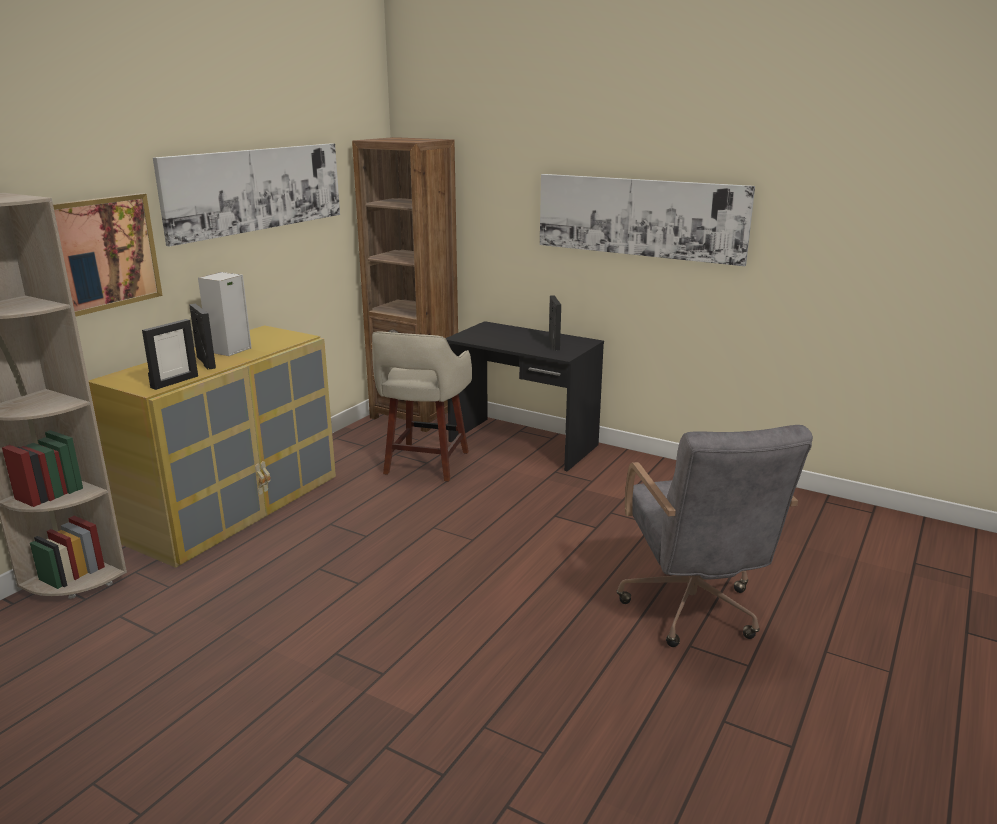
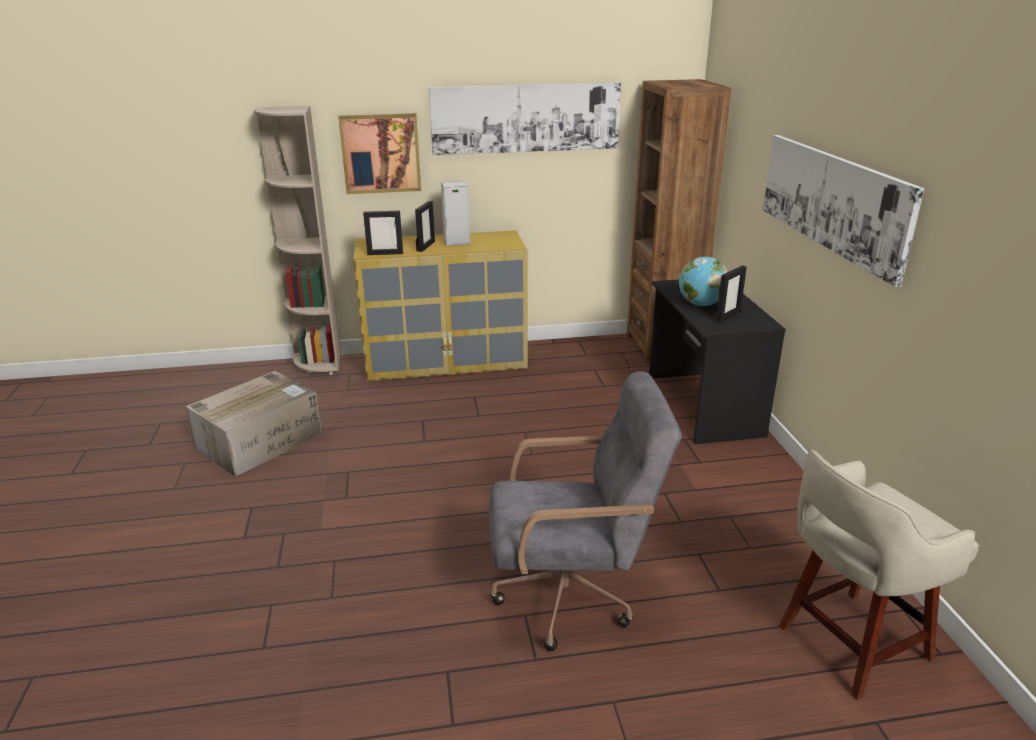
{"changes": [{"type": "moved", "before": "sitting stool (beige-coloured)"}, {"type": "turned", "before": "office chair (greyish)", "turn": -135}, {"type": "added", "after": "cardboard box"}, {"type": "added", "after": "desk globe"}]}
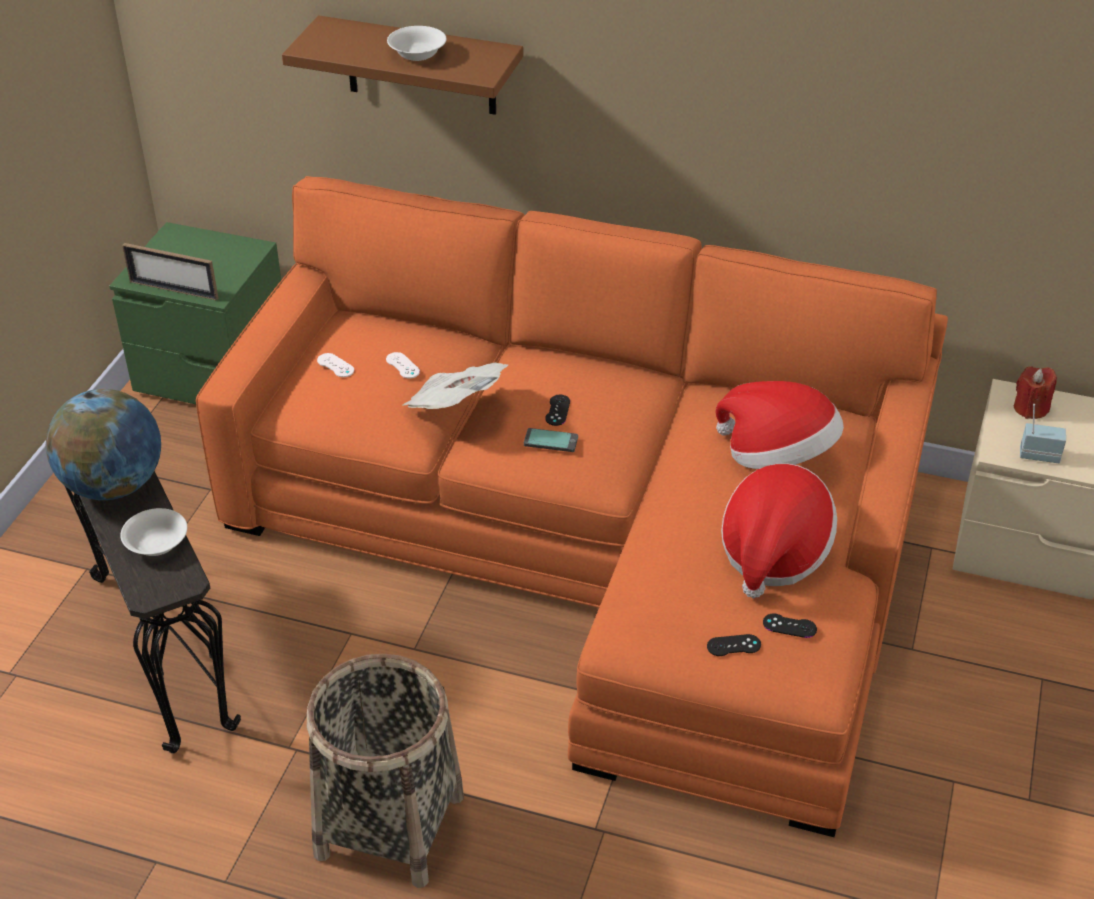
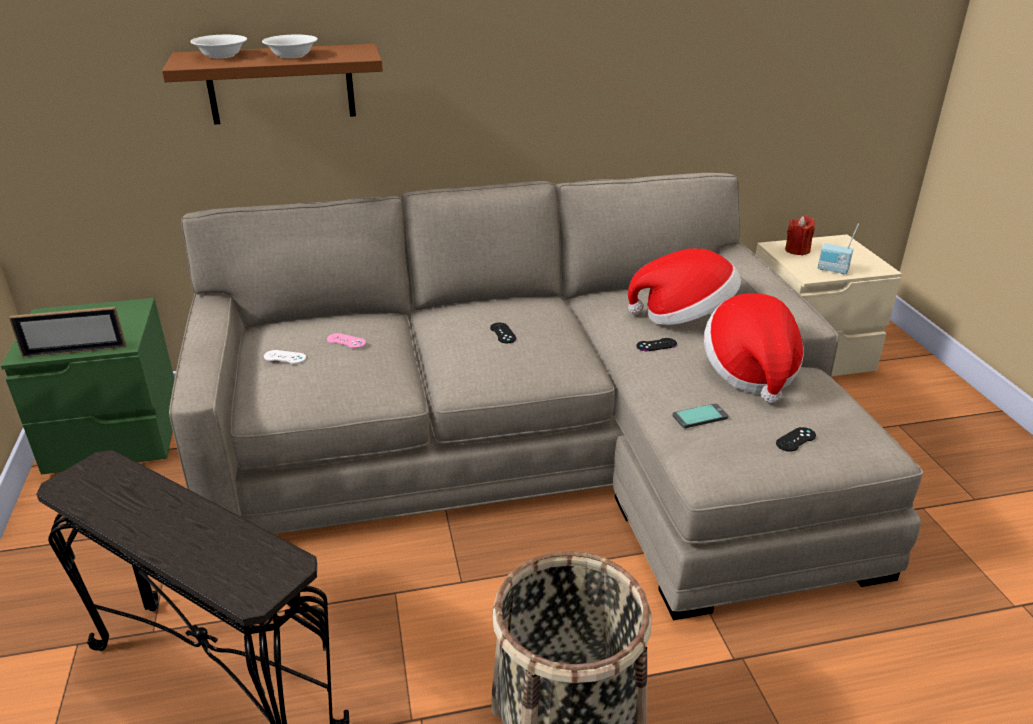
{"changes": [{"type": "removed", "before": "desk globe"}, {"type": "moved", "before": "serving bowl (whitish) (1st from left)"}, {"type": "recoloured", "before": "settee (orange-coloured)", "after": "settee (beige-coloured)"}, {"type": "recoloured", "before": "joypad (whitish) (2nd from left)", "after": "joypad (pink)"}, {"type": "removed", "before": "daily paper"}, {"type": "moved", "before": "handset"}, {"type": "moved", "before": "joypad (blackish) (3rd from left in the first image)", "after": "joypad (blackish) (2nd from left)"}, {"type": "turned", "before": "radio receiver", "turn": -135}]}
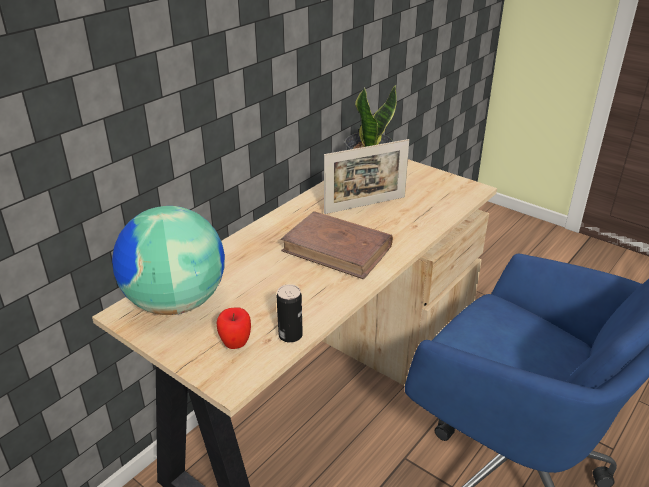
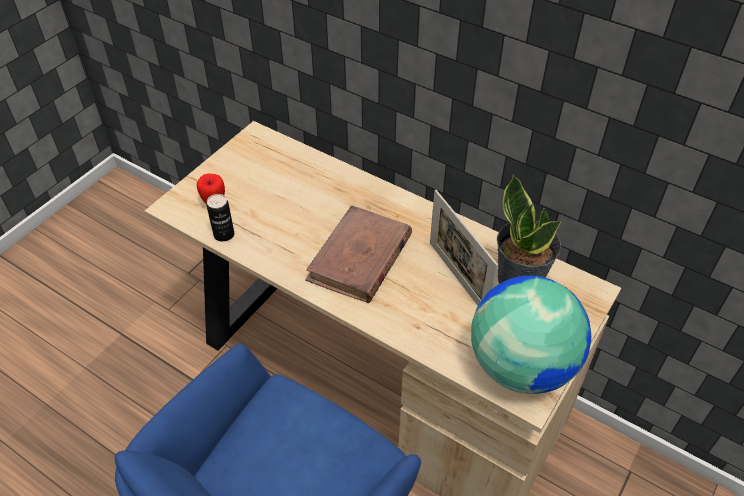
{"changes": [{"type": "moved", "before": "desk globe"}]}
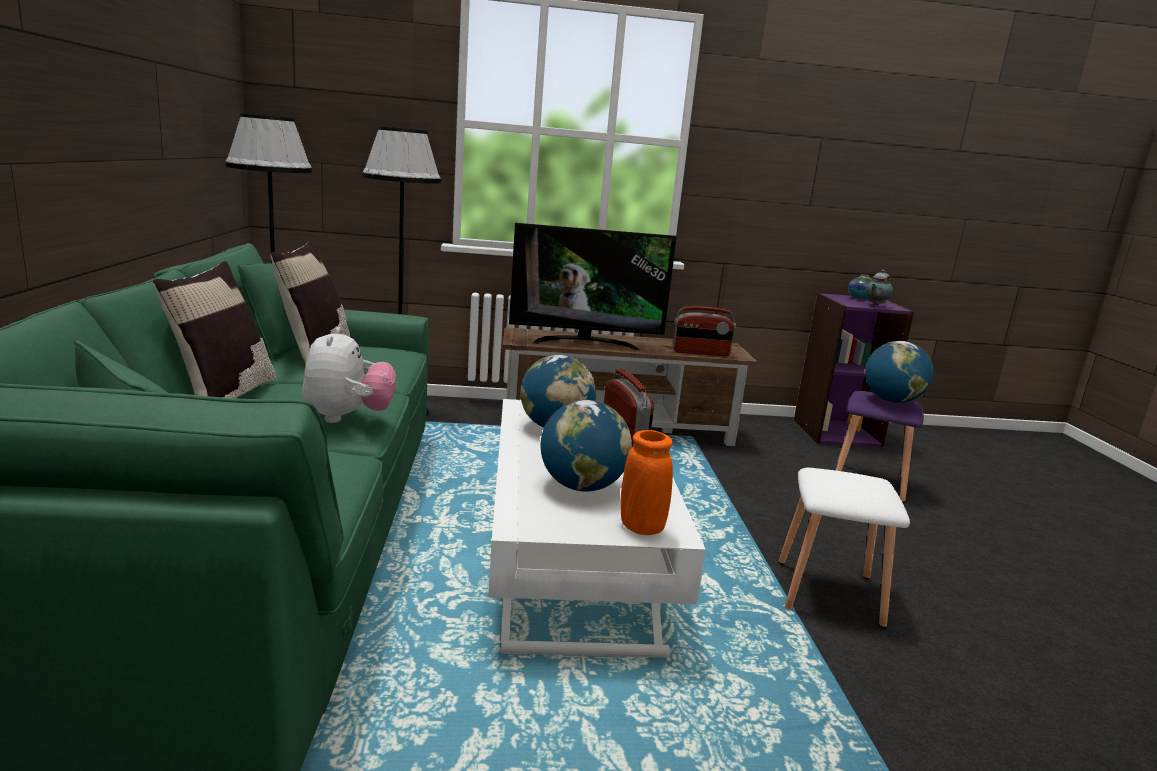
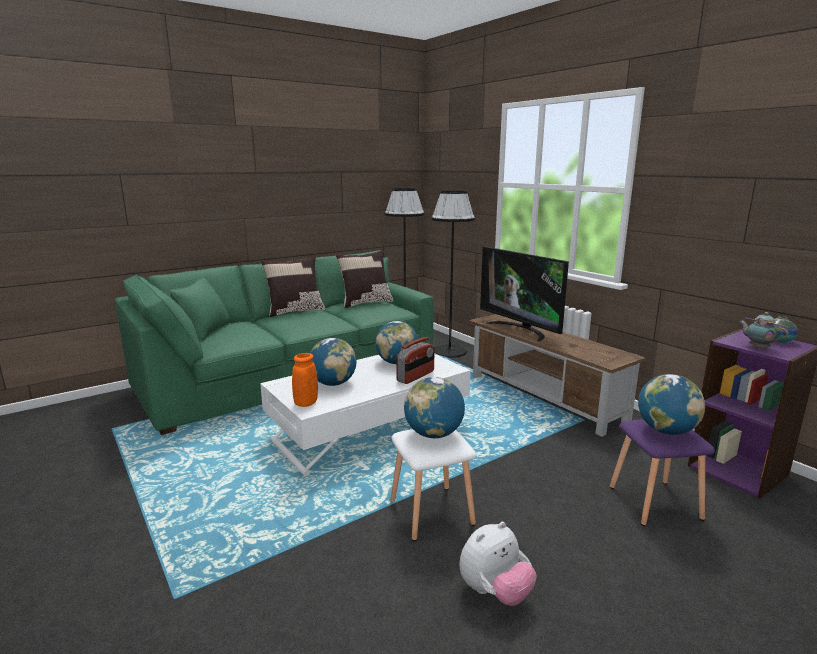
{"changes": [{"type": "moved", "before": "plush toy"}, {"type": "removed", "before": "radio receiver (2nd from left)"}, {"type": "turned", "before": "teapot", "turn": 45}, {"type": "added", "after": "desk globe (3rd from left)"}]}
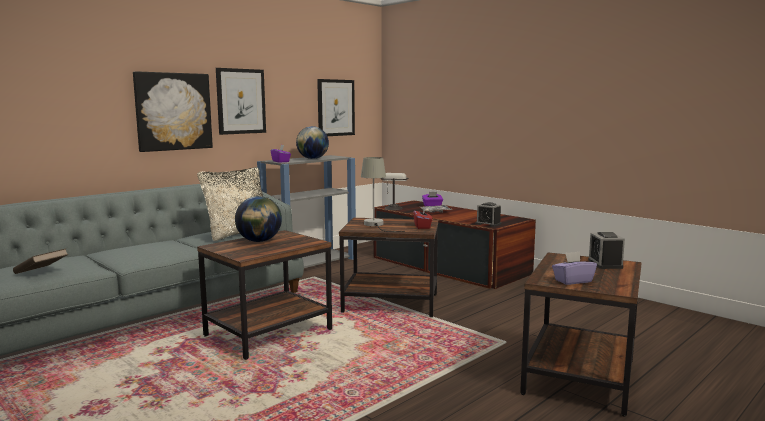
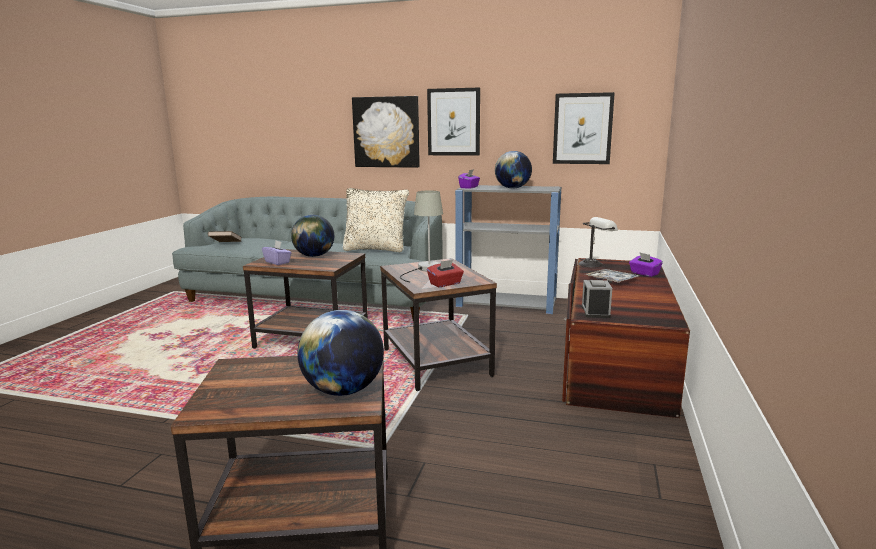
{"changes": [{"type": "moved", "before": "tissue box (purple-coloured) (3rd from left in the first image)", "after": "tissue box (purple-coloured) (1st from left)"}, {"type": "replaced", "before": "alarm clock (2nd from left)", "after": "desk globe (2nd from left)"}]}
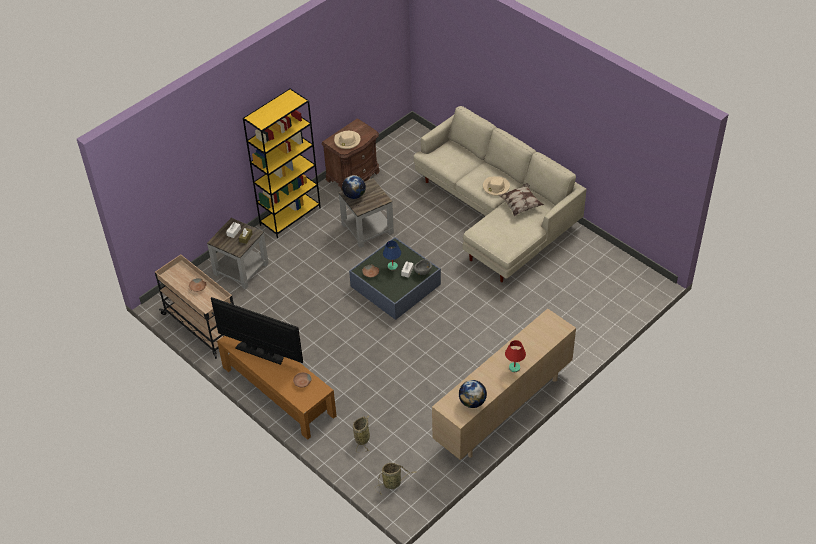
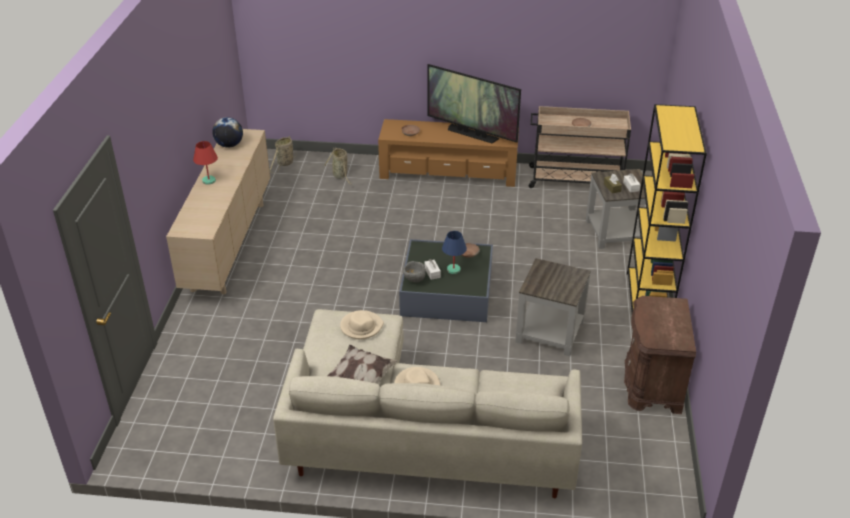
{"changes": [{"type": "turned", "before": "television", "turn": 45}, {"type": "moved", "before": "wearable hat (beige-coloured) (1st from left)"}, {"type": "removed", "before": "desk globe (1st from left)"}]}
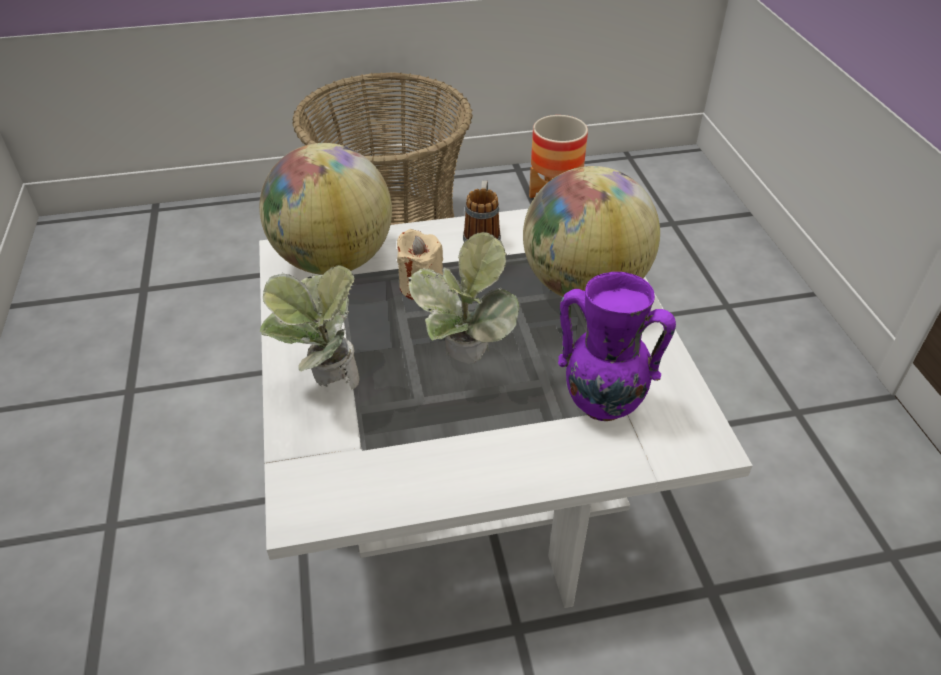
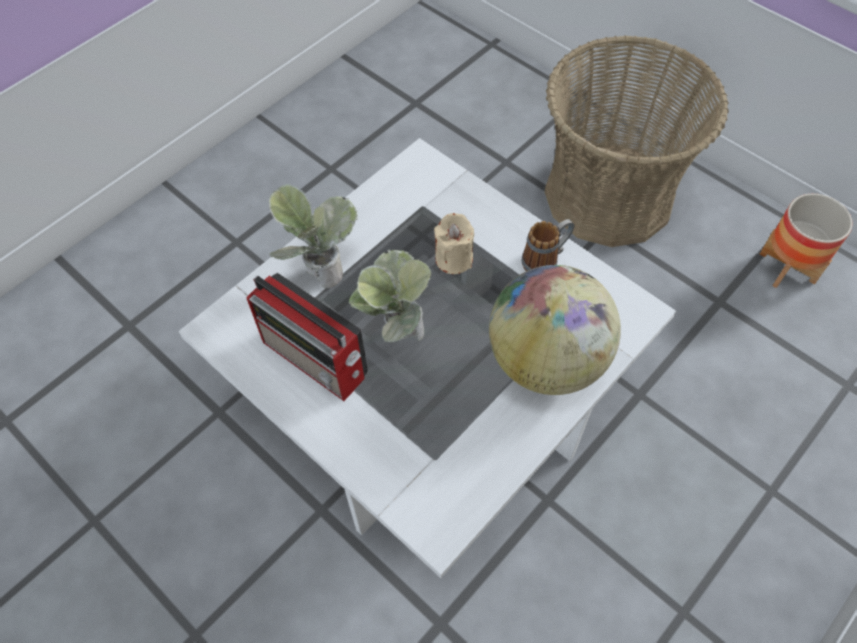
{"changes": [{"type": "removed", "before": "desk globe (1st from left)"}, {"type": "removed", "before": "flower vase (purple-coloured)"}, {"type": "added", "after": "radio receiver"}]}
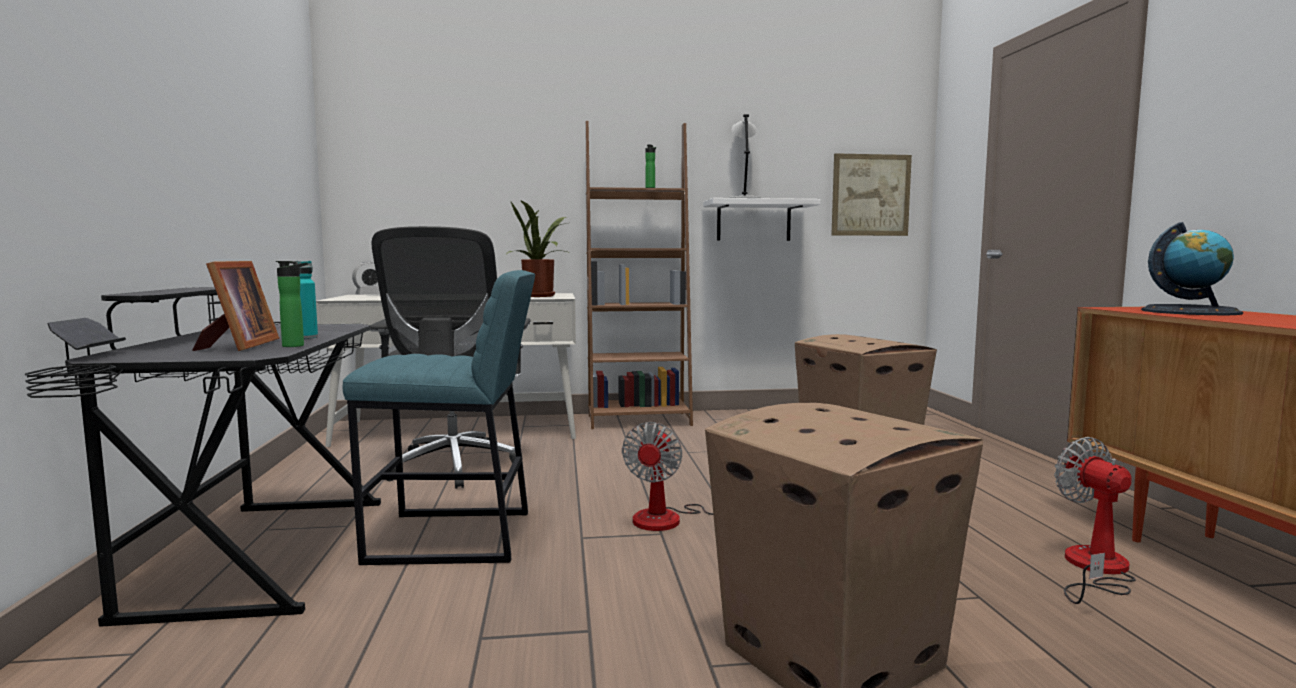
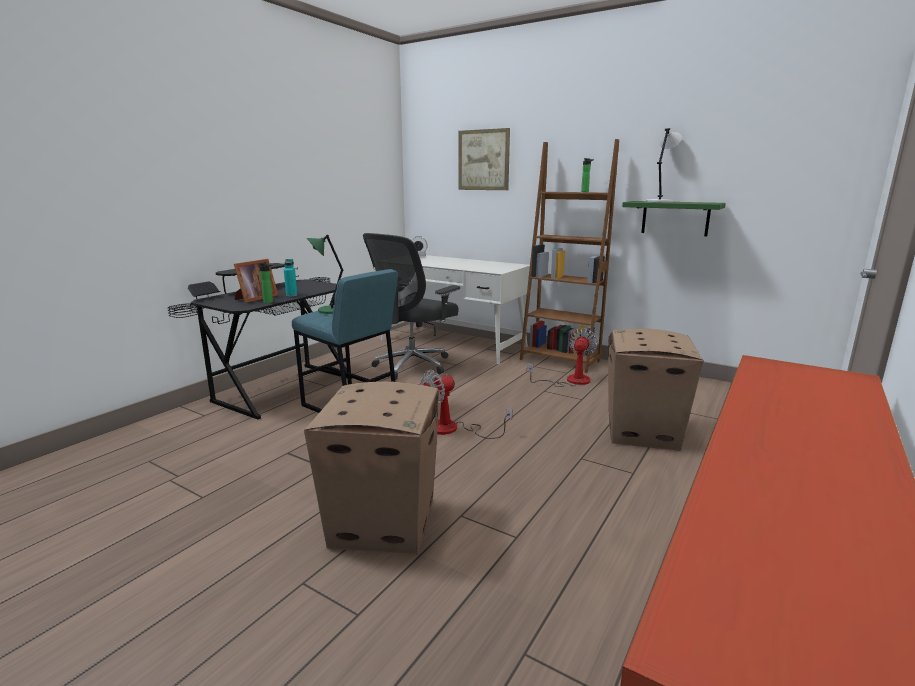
{"changes": [{"type": "removed", "before": "potted plant"}, {"type": "recoloured", "before": "shelf (whitish)", "after": "shelf (green)"}, {"type": "moved", "before": "picture"}, {"type": "moved", "before": "cooling fan (2nd from left)"}, {"type": "removed", "before": "desk globe"}, {"type": "added", "after": "table lamp (green)"}]}
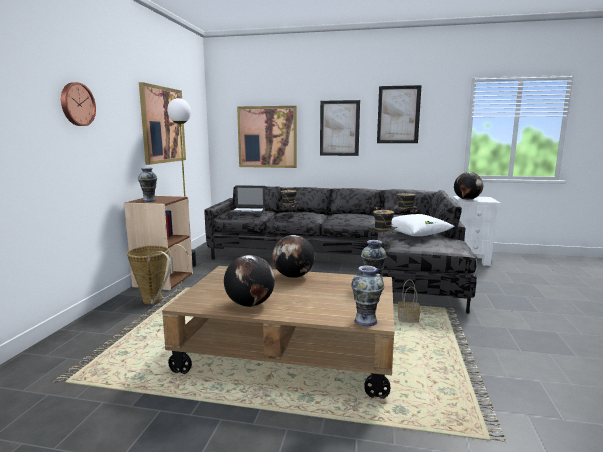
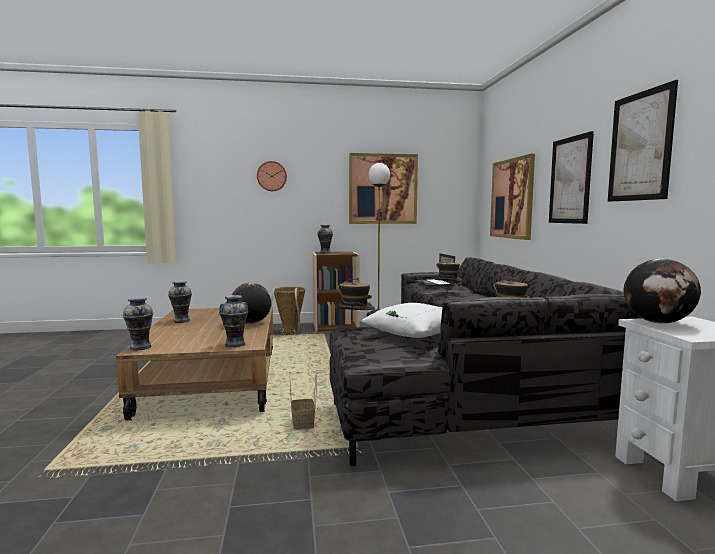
{"changes": [{"type": "replaced", "before": "desk globe (1st from left)", "after": "flower vase (2nd from left)"}]}
